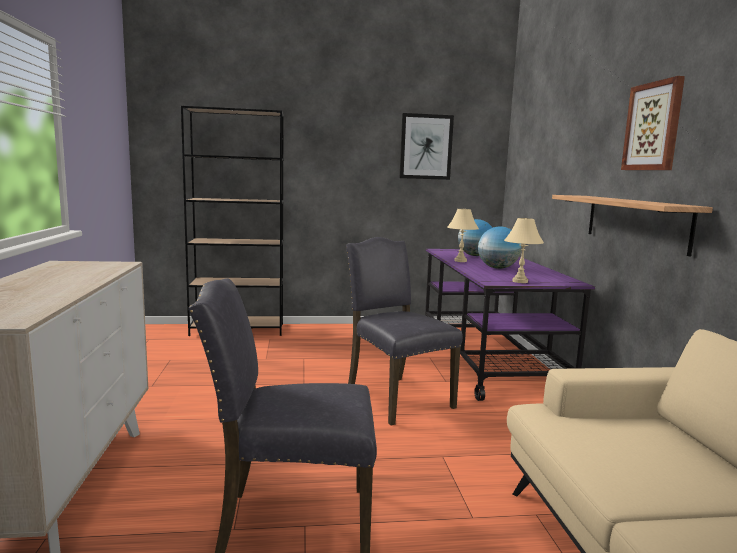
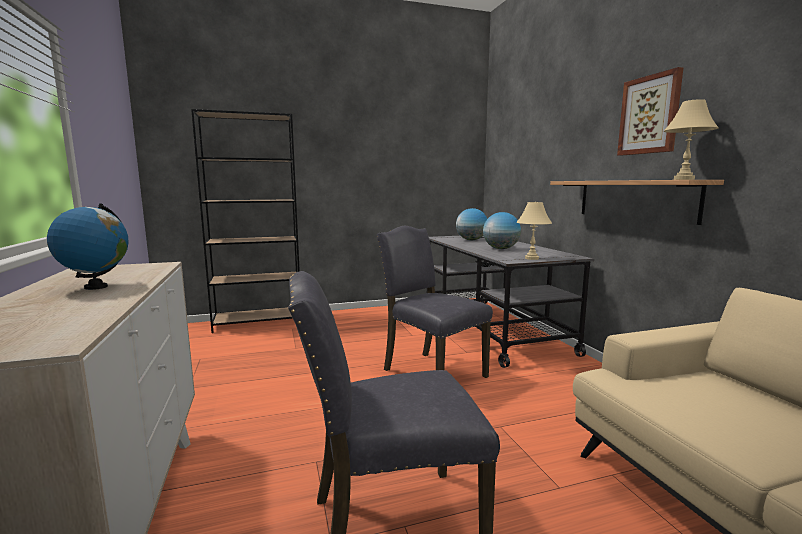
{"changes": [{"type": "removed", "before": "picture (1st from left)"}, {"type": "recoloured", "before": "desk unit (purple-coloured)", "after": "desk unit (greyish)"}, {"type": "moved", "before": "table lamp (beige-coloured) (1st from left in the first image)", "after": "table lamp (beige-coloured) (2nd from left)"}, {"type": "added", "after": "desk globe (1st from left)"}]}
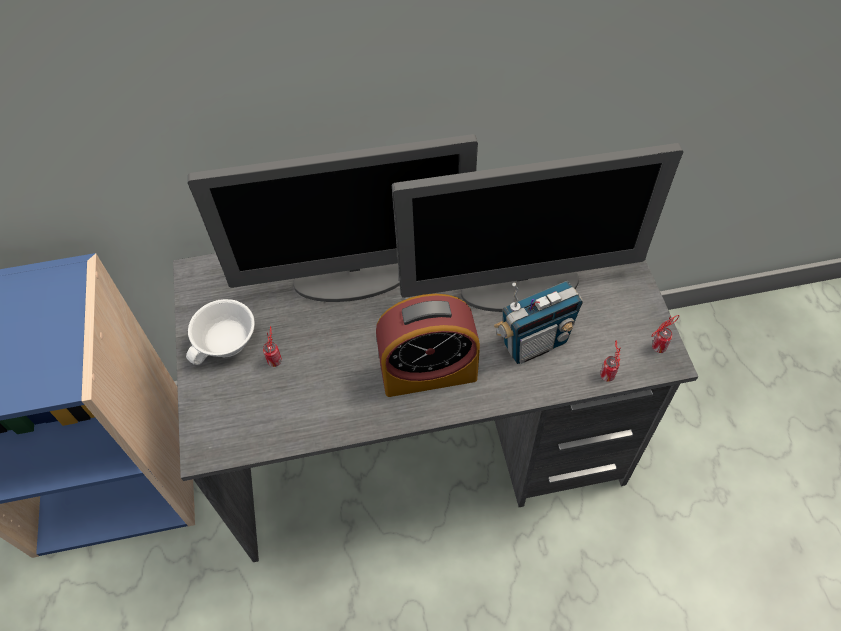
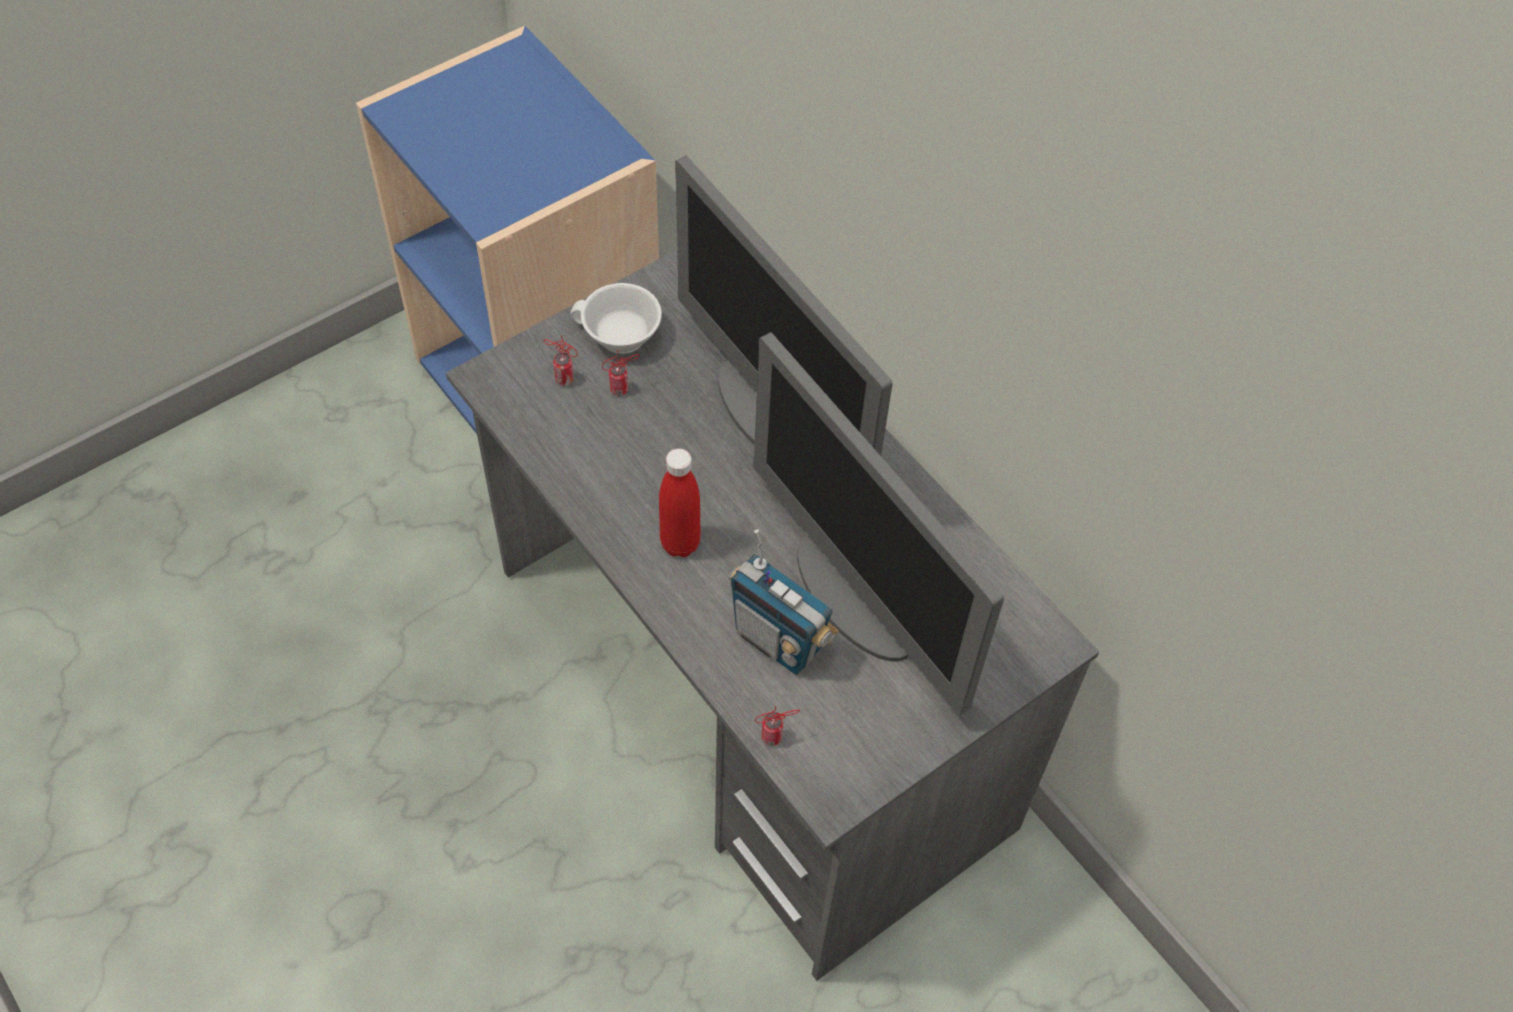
{"changes": [{"type": "replaced", "before": "alarm clock", "after": "drink bottle (red-coloured)"}, {"type": "moved", "before": "metal can (3rd from left in the first image)", "after": "metal can (1st from left)"}]}
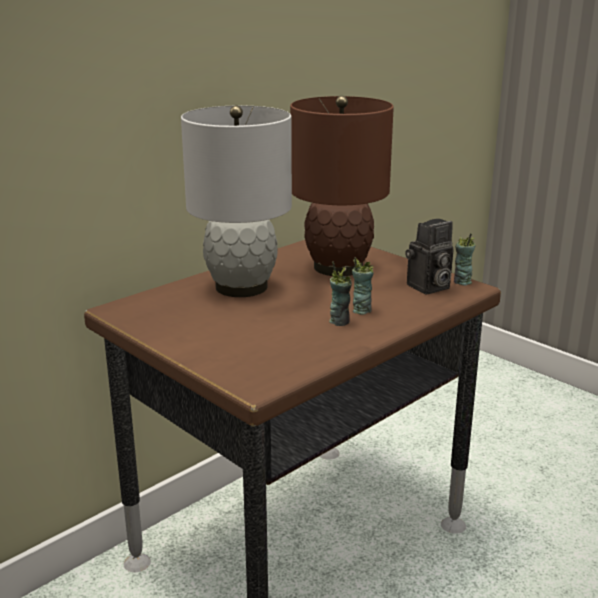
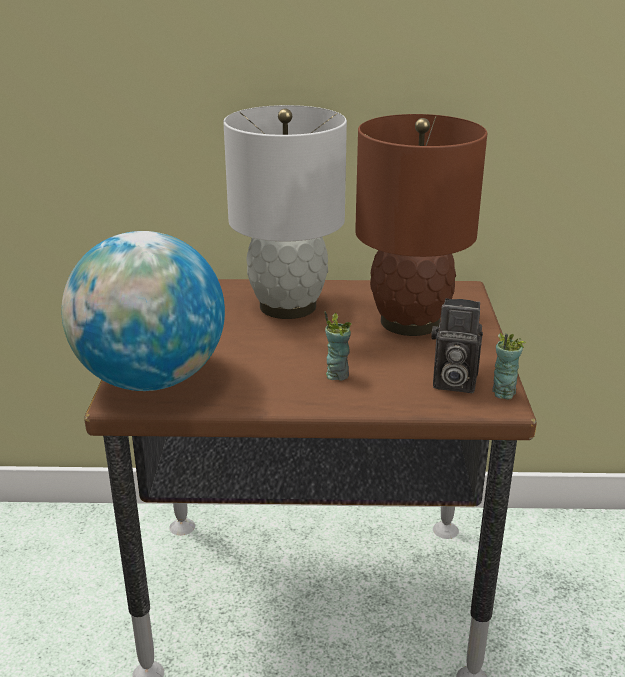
{"changes": [{"type": "removed", "before": "drinking cup (1st from left)"}, {"type": "added", "after": "desk globe"}]}
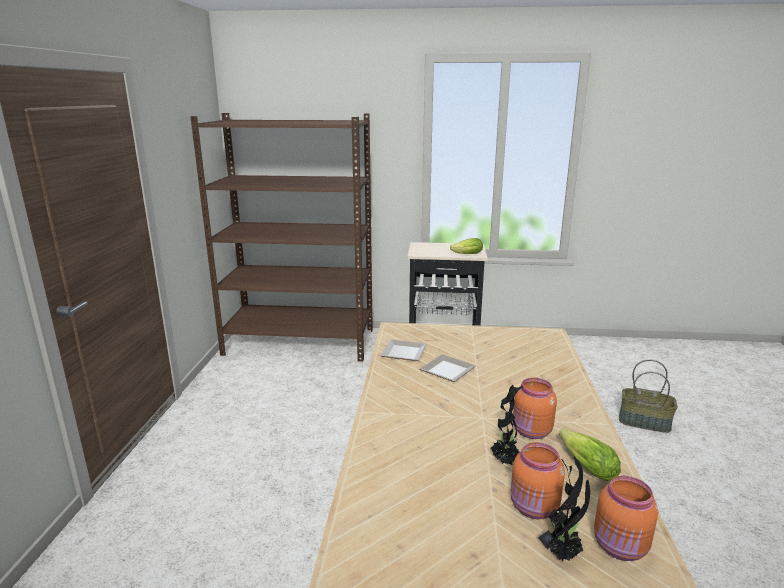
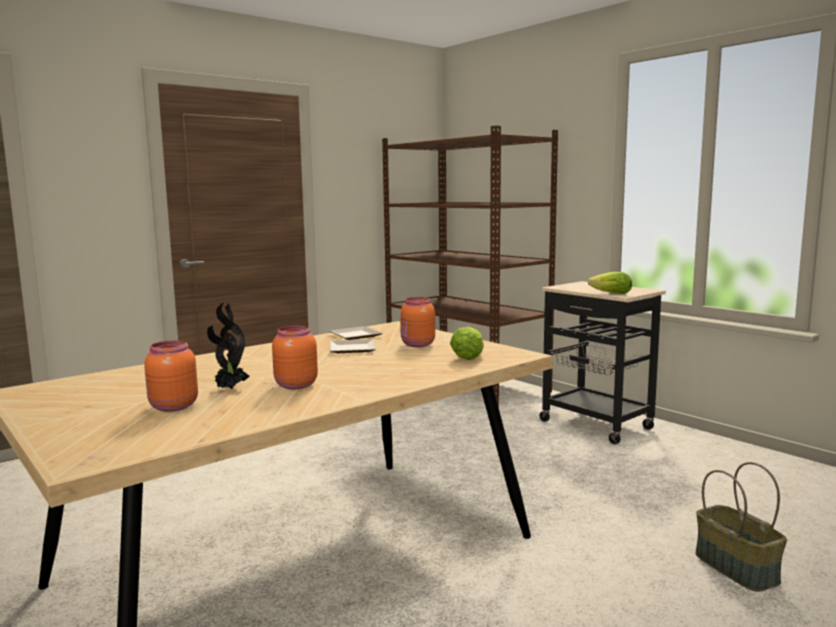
{"changes": [{"type": "removed", "before": "potted plant (2nd from left)"}, {"type": "moved", "before": "head of lettuce (2nd from left in the first image)", "after": "head of lettuce (1st from left)"}, {"type": "moved", "before": "storage jar (orange-coloured) (3rd from left)"}]}
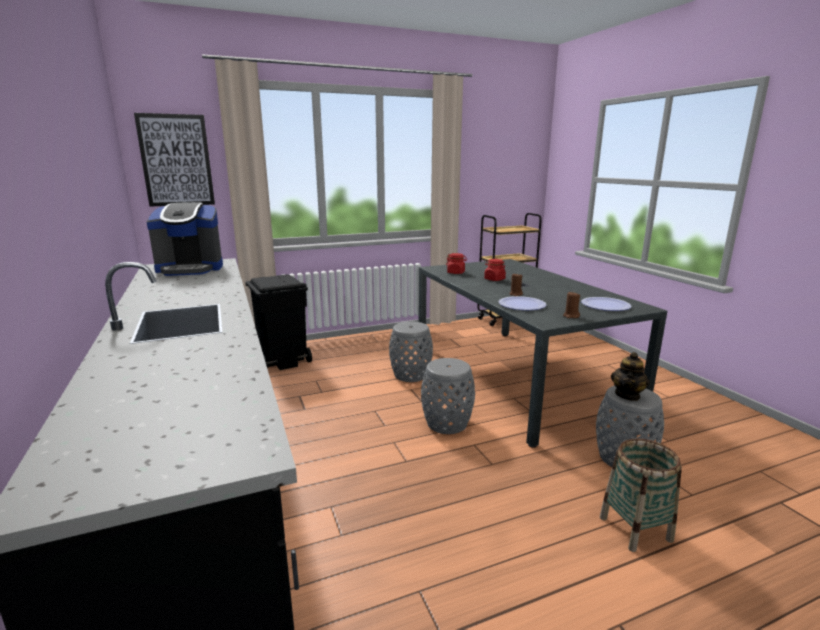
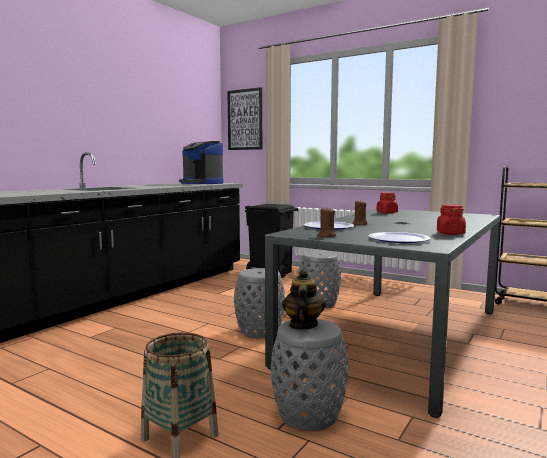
{"changes": [{"type": "moved", "before": "storage jar (red-coloured) (2nd from left)"}, {"type": "turned", "before": "teapot", "turn": 105}]}
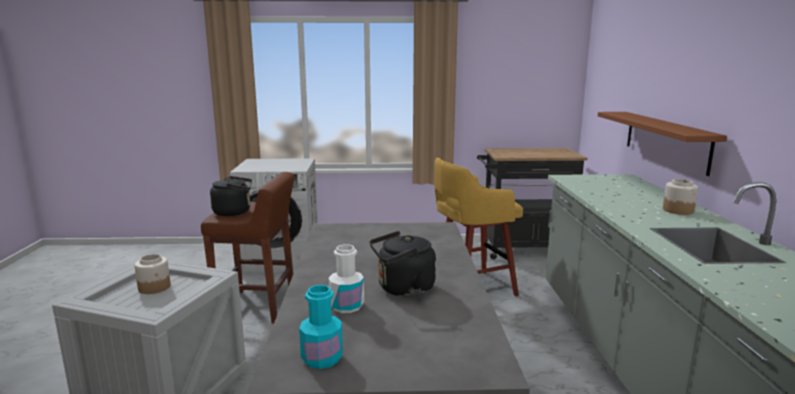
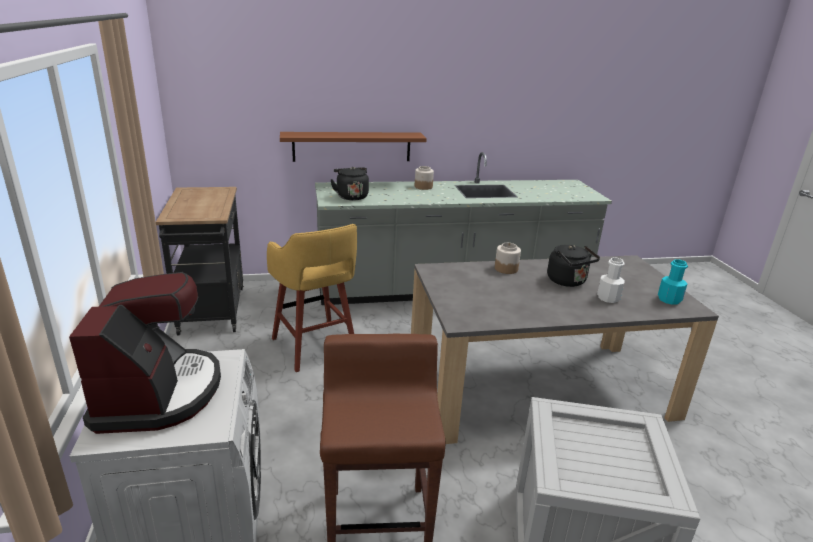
{"changes": [{"type": "moved", "before": "storage jar (1st from left in the first image)", "after": "storage jar (2nd from left)"}, {"type": "moved", "before": "water kettle (blackish) (1st from left)"}, {"type": "added", "after": "coffee machine"}]}
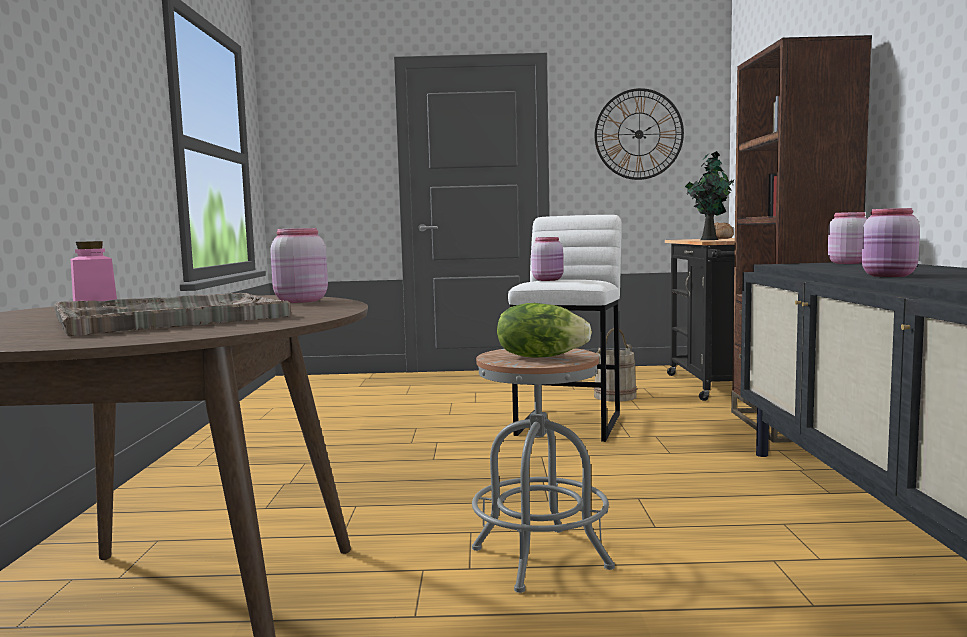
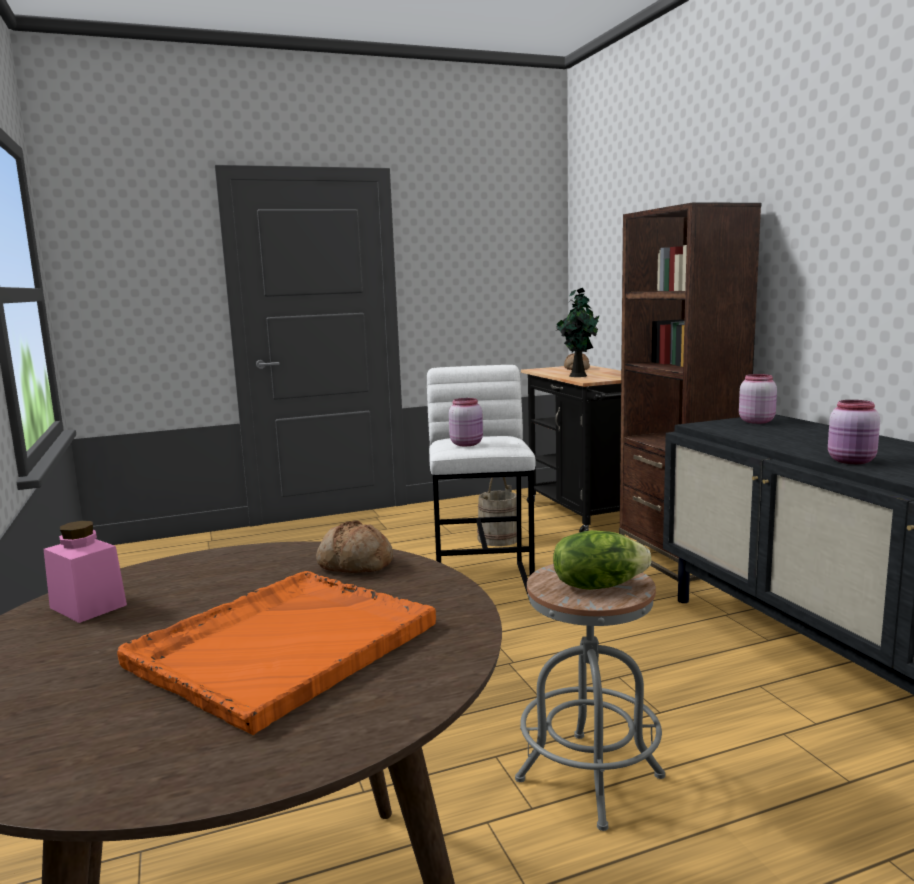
{"changes": [{"type": "recoloured", "before": "carrying tray (greyish)", "after": "carrying tray (orange-coloured)"}, {"type": "replaced", "before": "storage jar (pink) (2nd from left)", "after": "baked bread (1st from left)"}, {"type": "removed", "before": "wall clock"}]}
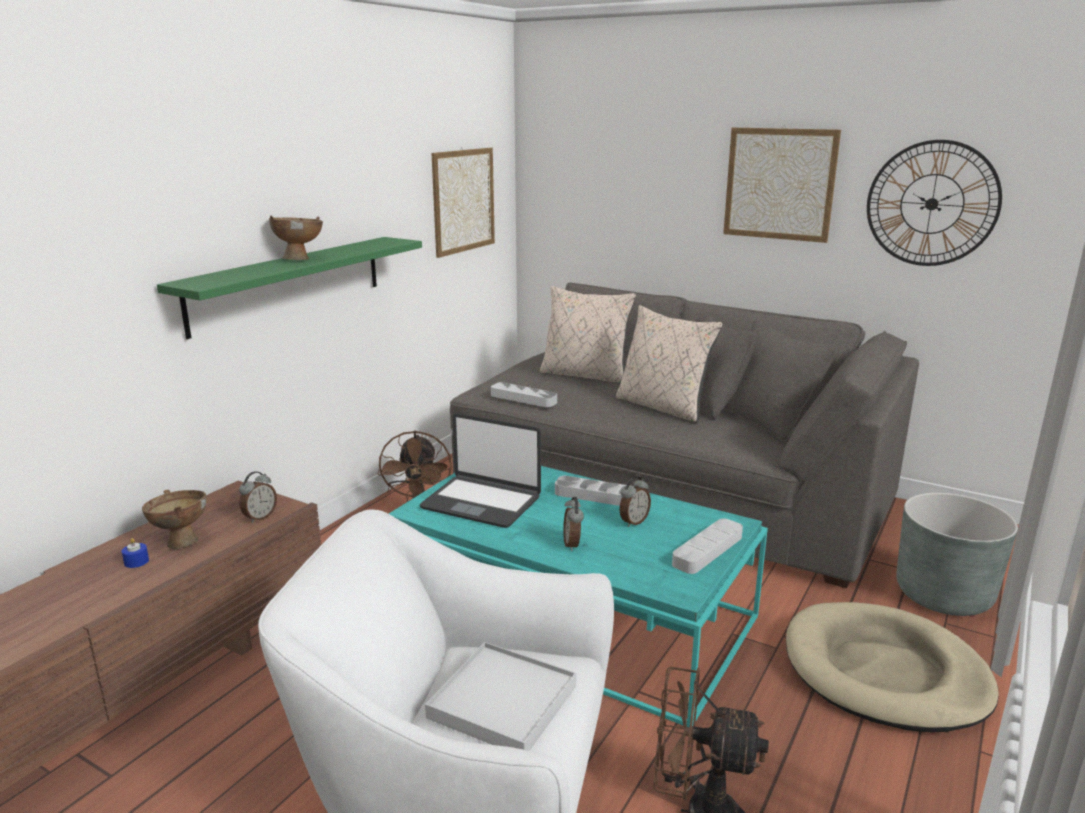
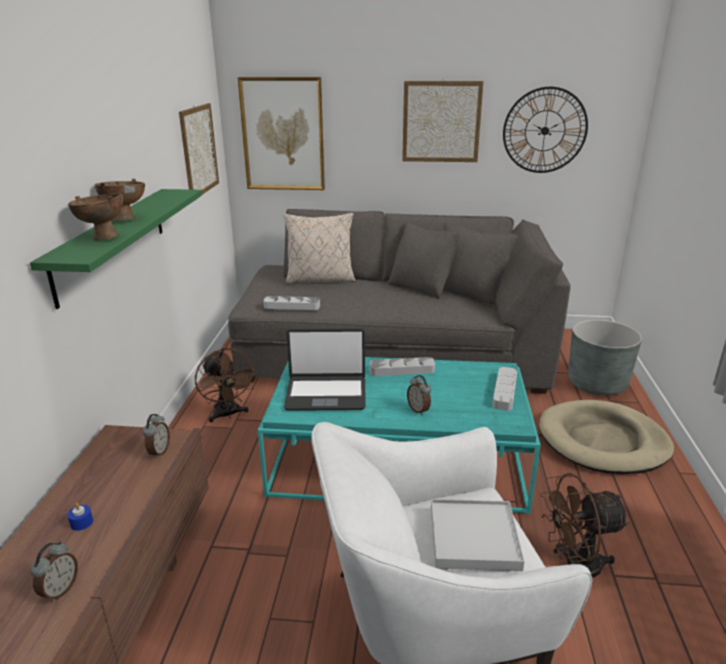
{"changes": [{"type": "moved", "before": "serving bowl (brownish) (1st from left)"}, {"type": "removed", "before": "pillow (beige-coloured) (2nd from left)"}, {"type": "moved", "before": "alarm clock (3rd from left in the first image)", "after": "alarm clock (1st from left)"}, {"type": "added", "after": "picture (2nd from left)"}]}
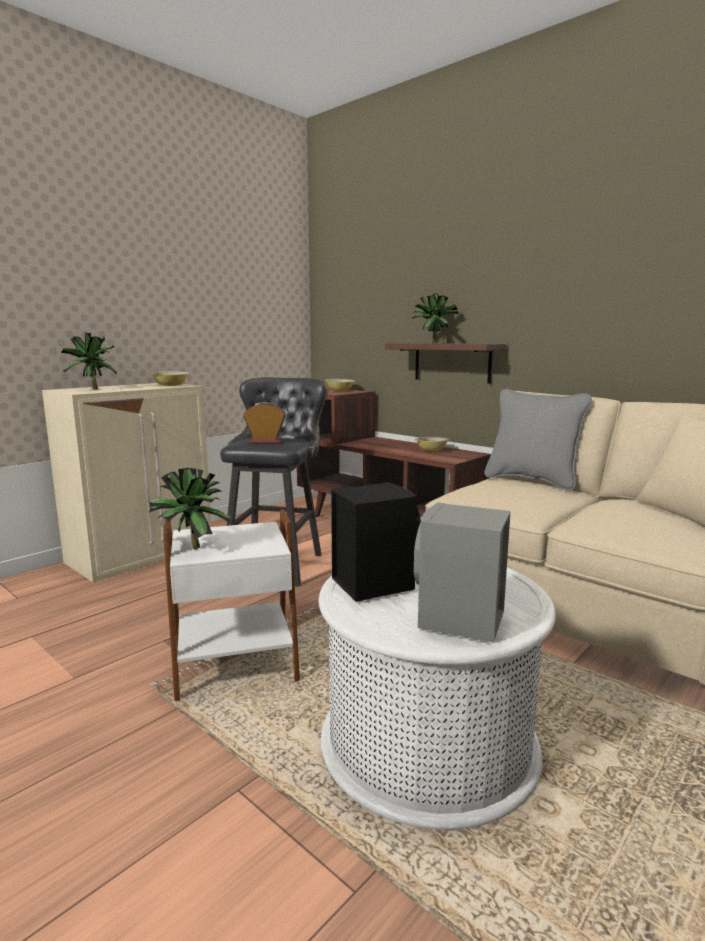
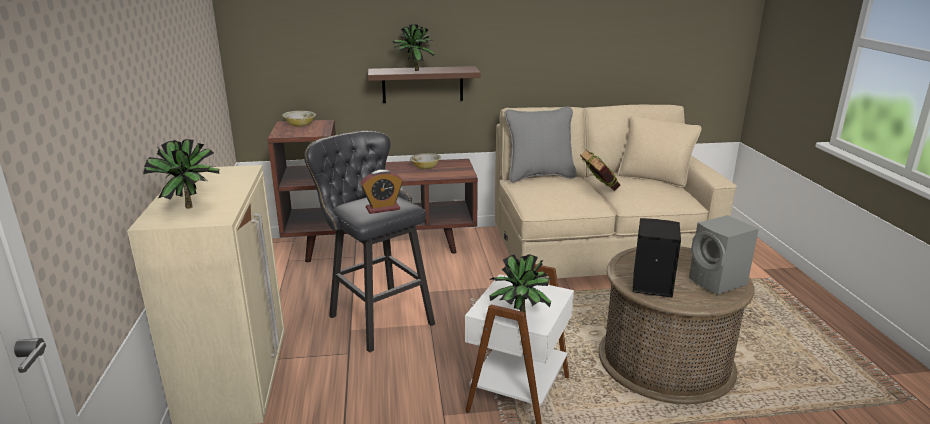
{"changes": [{"type": "removed", "before": "serving bowl (1st from left)"}, {"type": "turned", "before": "alarm clock", "turn": -150}, {"type": "recoloured", "before": "coffee table (whitish)", "after": "coffee table (brownish)"}, {"type": "added", "after": "volume"}]}
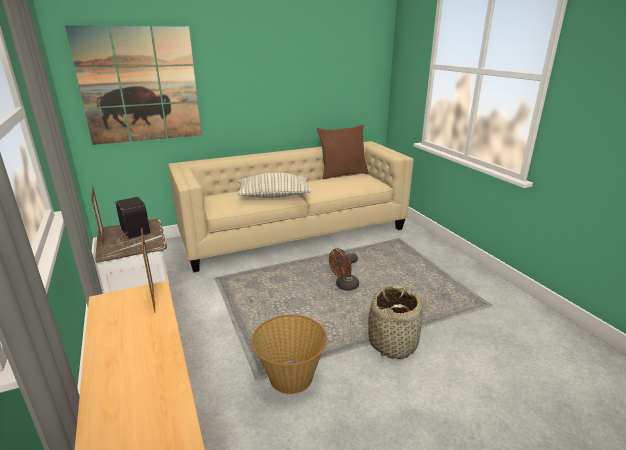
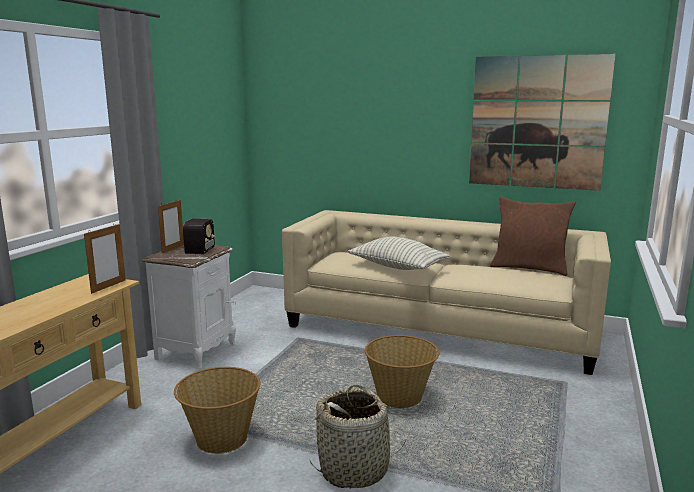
{"changes": [{"type": "moved", "before": "picture"}, {"type": "replaced", "before": "cooling fan (brownish)", "after": "household basket (3rd from left)"}]}
